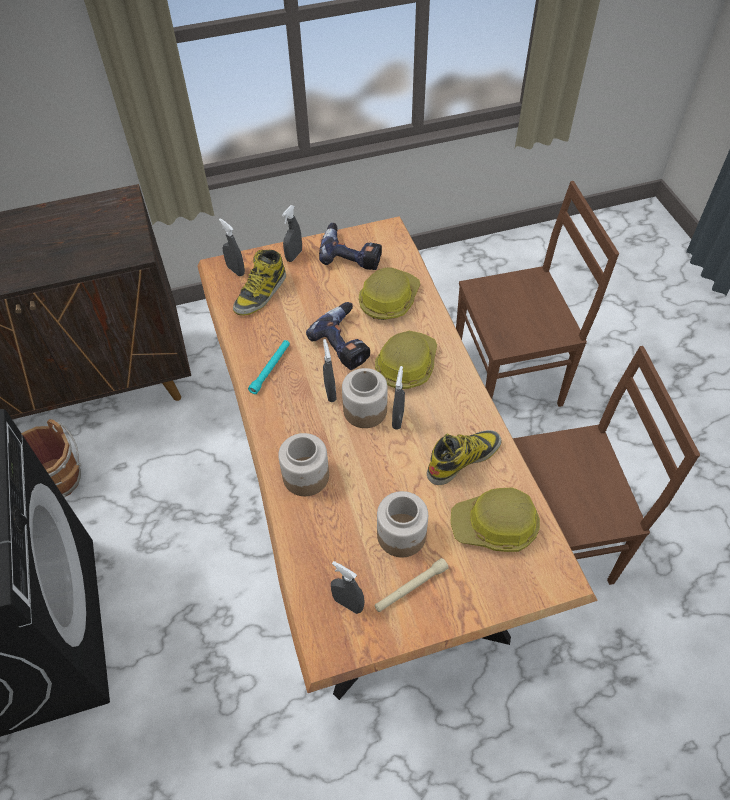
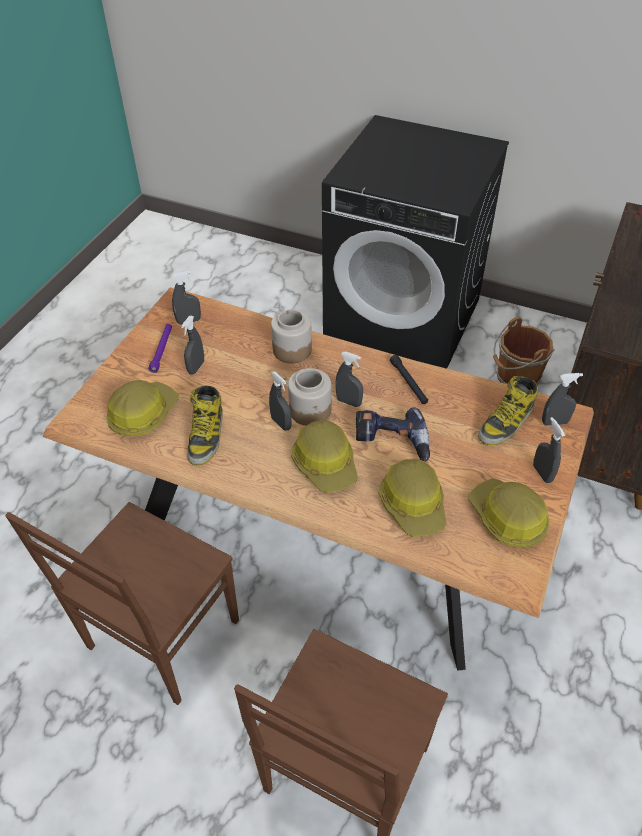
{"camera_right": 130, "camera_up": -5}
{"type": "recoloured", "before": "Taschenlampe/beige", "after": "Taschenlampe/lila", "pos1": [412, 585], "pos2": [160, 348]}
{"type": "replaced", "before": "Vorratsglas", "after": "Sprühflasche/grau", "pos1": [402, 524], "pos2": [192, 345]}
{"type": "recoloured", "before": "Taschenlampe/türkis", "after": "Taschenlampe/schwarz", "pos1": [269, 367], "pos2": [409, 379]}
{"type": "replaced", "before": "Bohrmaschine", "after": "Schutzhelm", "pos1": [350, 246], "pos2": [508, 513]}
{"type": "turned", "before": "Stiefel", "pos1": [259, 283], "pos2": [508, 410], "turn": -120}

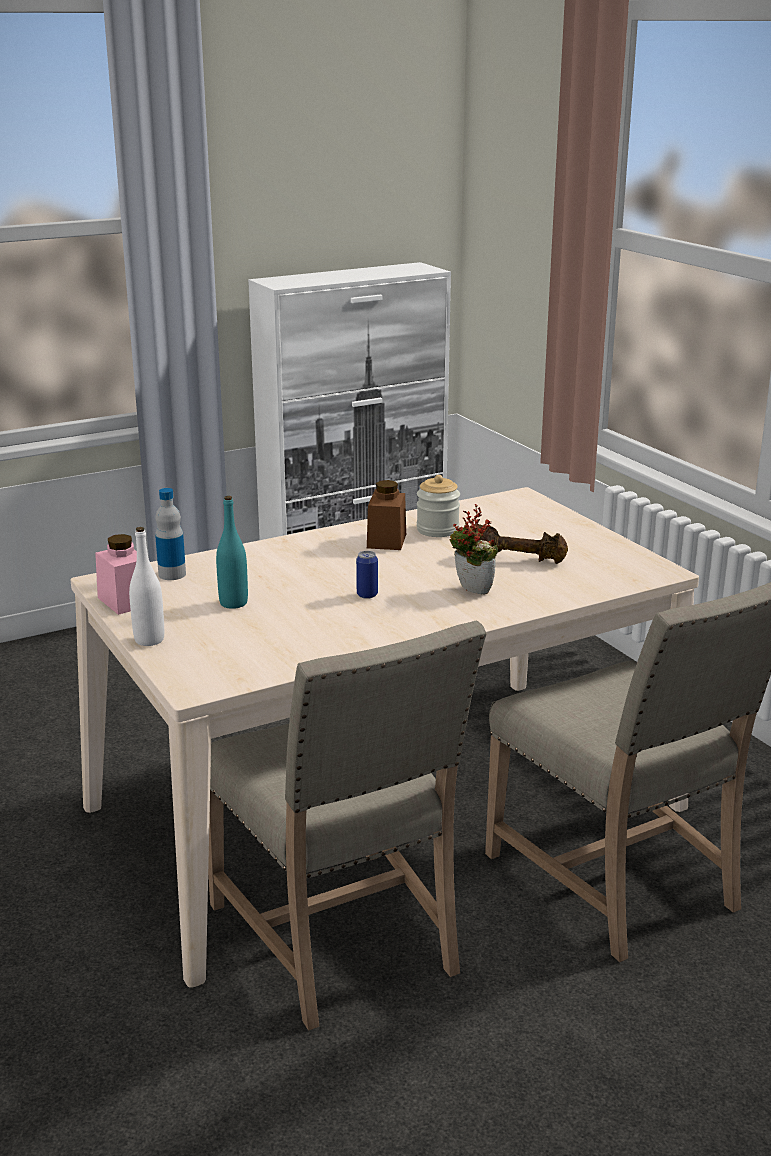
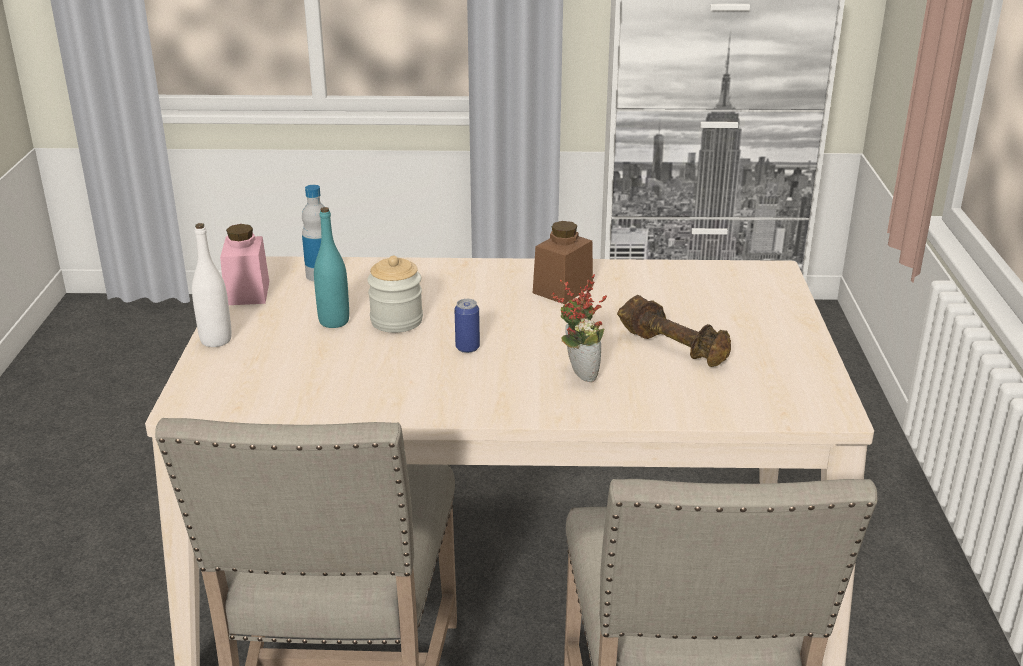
{"camera_right": 30, "camera_up": 5}
{"type": "moved", "before": "Vorratsglas", "pos1": [438, 506], "pos2": [395, 294]}

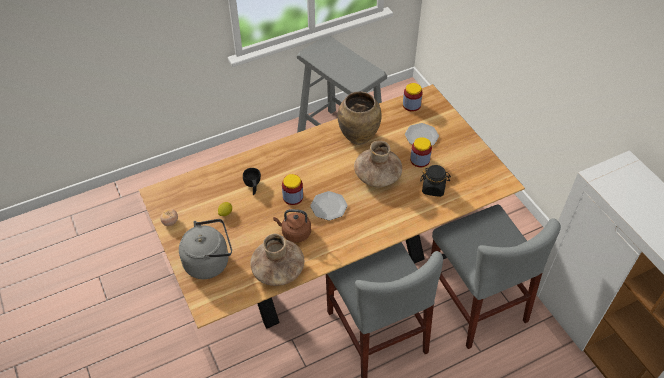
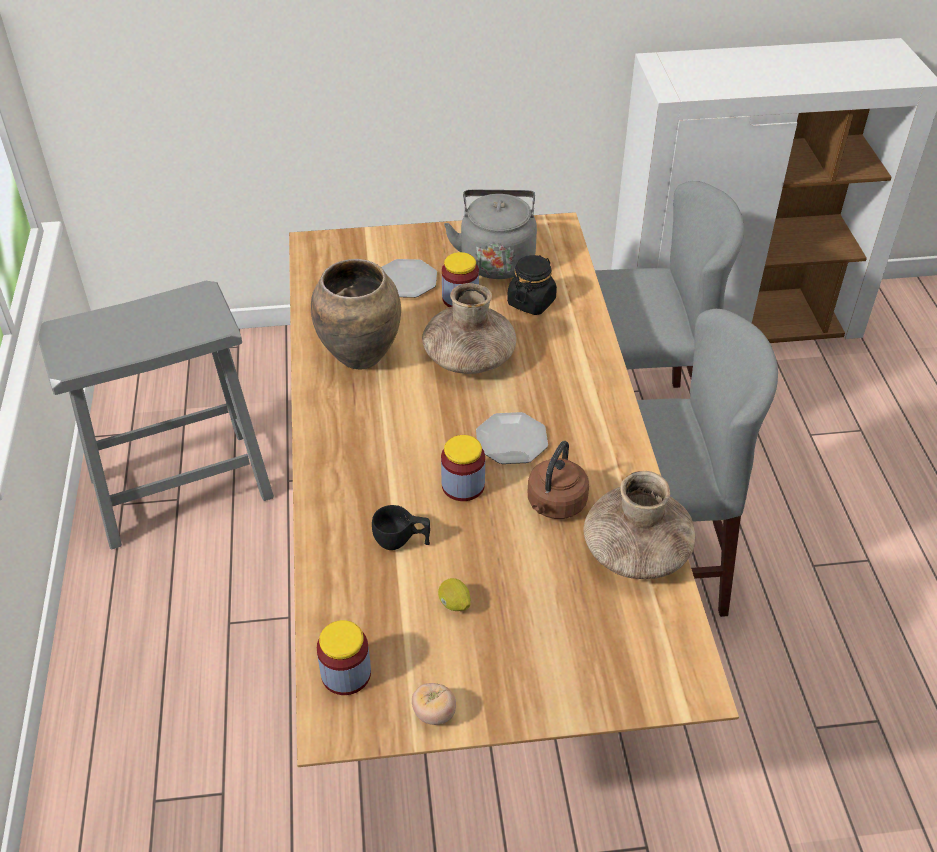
{"camera_right": -70, "camera_up": -5}
{"type": "moved", "before": "Vorratsglas", "pos1": [413, 97], "pos2": [344, 657]}
{"type": "moved", "before": "Wasserkessel/grau", "pos1": [205, 249], "pos2": [490, 234]}

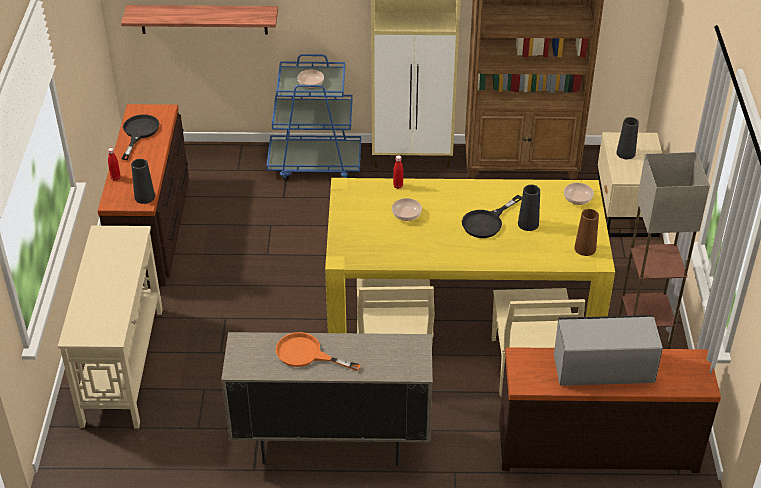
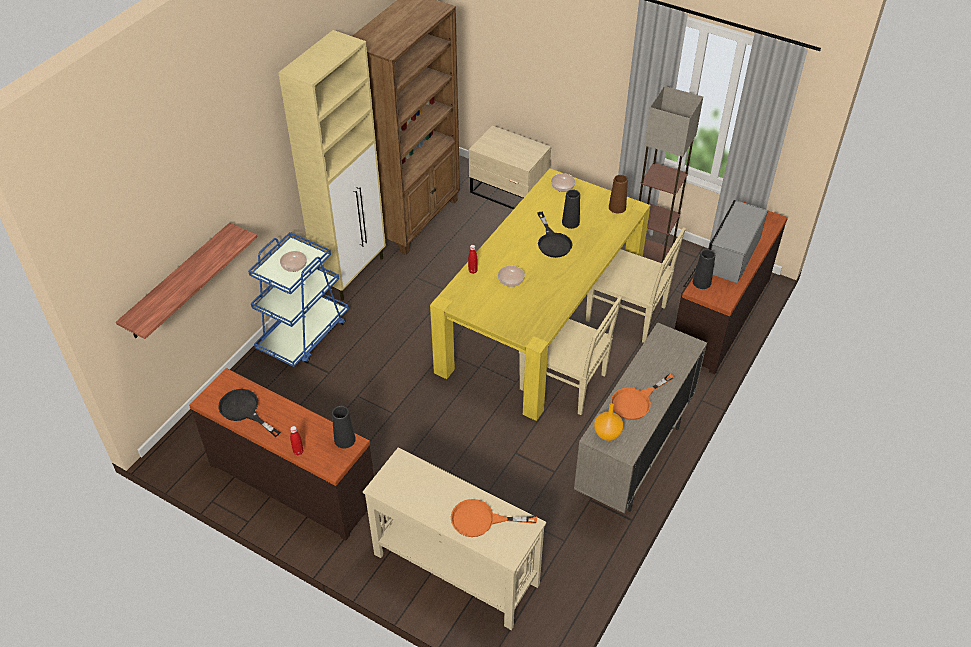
{"camera_right": -60, "camera_up": 5}
{"type": "added", "after": "Pfanne/orange", "pos2": [494, 518]}
{"type": "added", "after": "Vase/orange", "pos2": [608, 422]}
{"type": "moved", "before": "Vase/schwarz", "pos1": [627, 138], "pos2": [704, 269]}

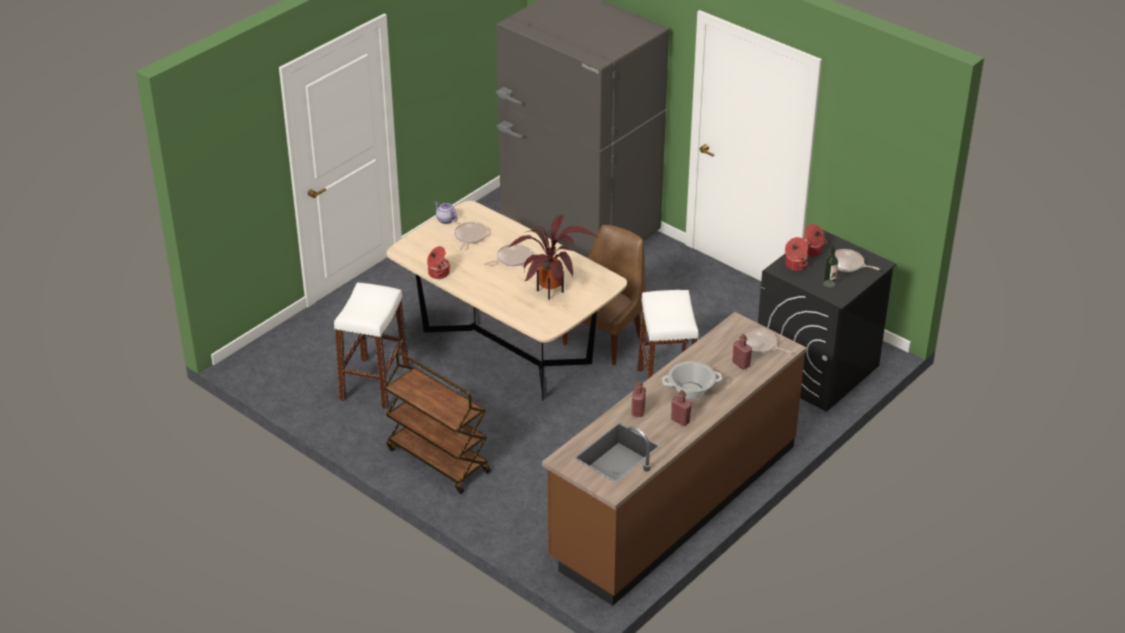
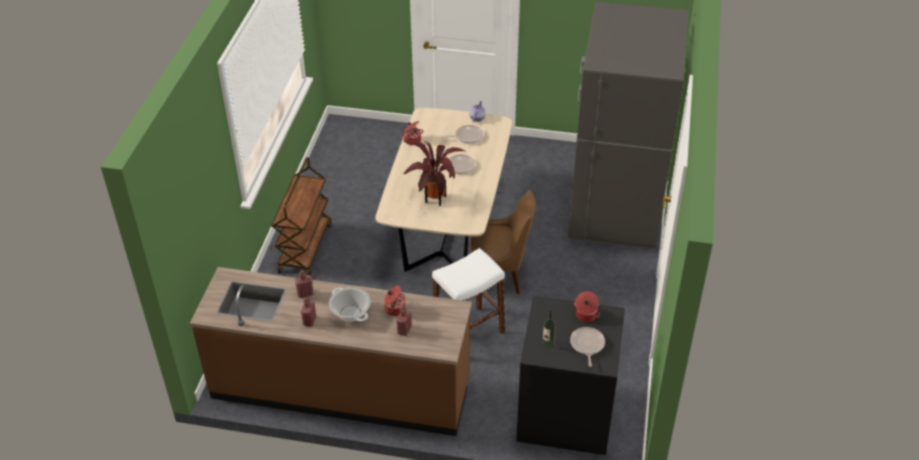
{"camera_right": 60, "camera_up": 5}
{"type": "moved", "before": "Kochtopf", "pos1": [796, 254], "pos2": [394, 301]}
{"type": "removed", "before": "Hocker/weiß", "pos1": [371, 346]}
{"type": "removed", "before": "Pfanne", "pos1": [766, 341]}

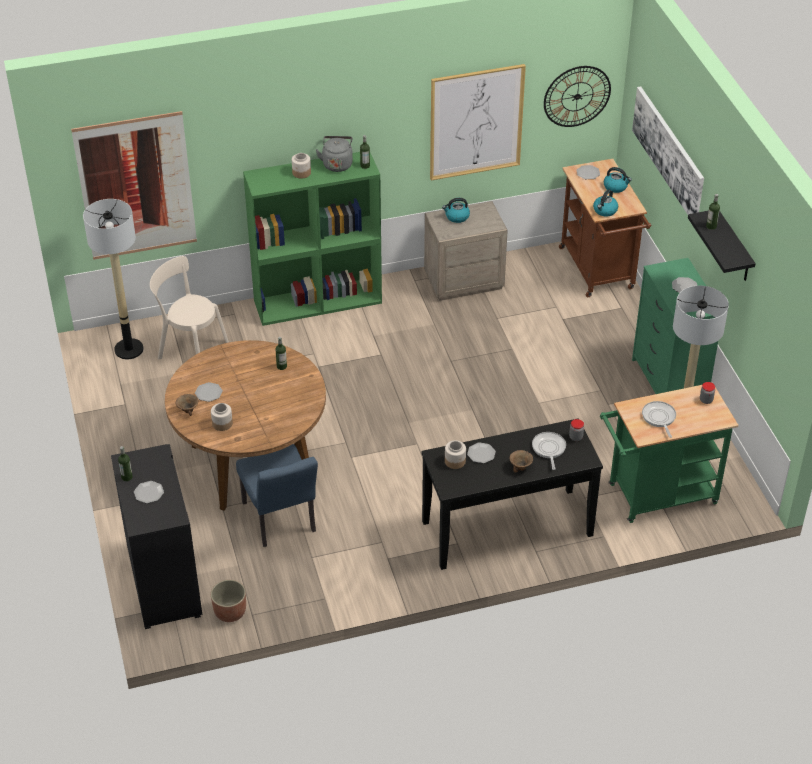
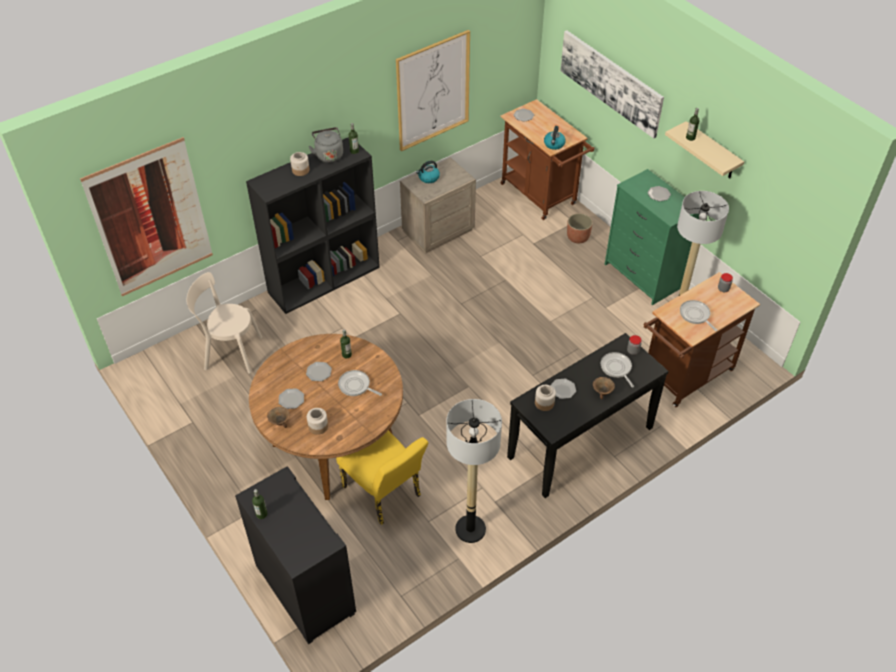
{"camera_right": -20, "camera_up": 5}
{"type": "recoloured", "before": "Bücherregal/grün", "after": "Bücherregal/schwarz", "pos1": [312, 239], "pos2": [313, 225]}
{"type": "moved", "before": "Teller", "pos1": [149, 492], "pos2": [319, 371]}
{"type": "recoloured", "before": "Stuhl/blau", "after": "Stuhl/gelb", "pos1": [277, 495], "pos2": [382, 477]}
{"type": "added", "after": "Pfanne", "pos2": [360, 383]}
{"type": "moved", "before": "Stehlampe", "pos1": [113, 279], "pos2": [474, 471]}
{"type": "moved", "before": "Pflanzkübel", "pos1": [228, 601], "pos2": [580, 228]}
{"type": "recoloured", "before": "Rollwagen/grün", "after": "Rollwagen/braun", "pos1": [669, 454], "pos2": [701, 339]}
{"type": "recoloured", "before": "Wandregal/schwarz", "after": "Wandregal/beige", "pos1": [722, 246], "pos2": [704, 149]}
{"type": "removed", "before": "Wanduhr", "pos1": [577, 96]}
{"type": "removed", "before": "Wasserkessel", "pos1": [618, 180]}

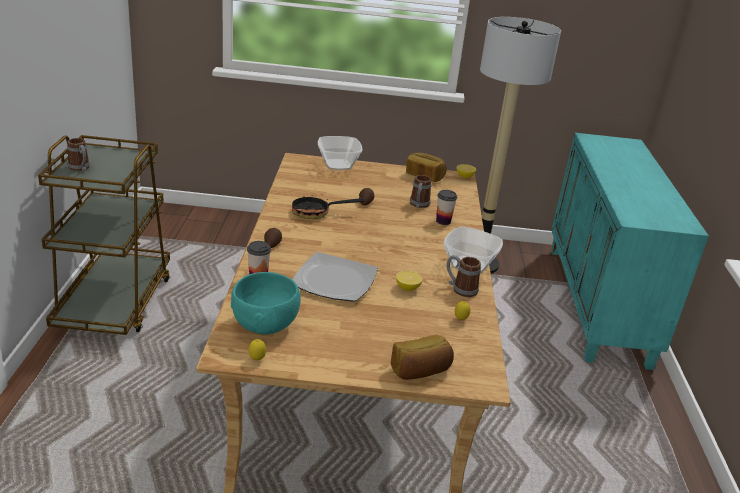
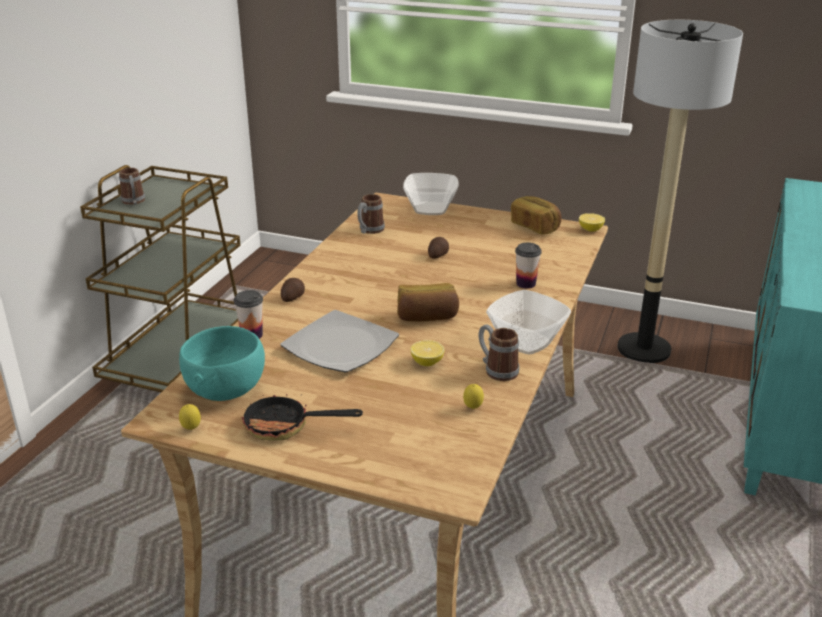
{"camera_right": 20, "camera_up": 0}
{"type": "moved", "before": "Pfanne", "pos1": [328, 207], "pos2": [302, 417]}
{"type": "moved", "before": "Henkelbecher", "pos1": [421, 191], "pos2": [371, 214]}
{"type": "moved", "before": "Brot", "pos1": [422, 357], "pos2": [428, 302]}

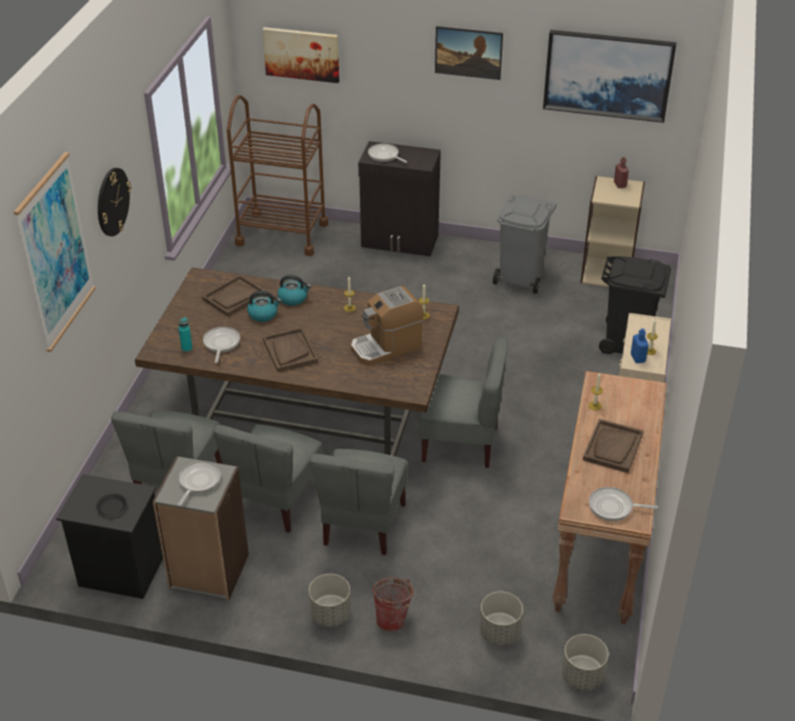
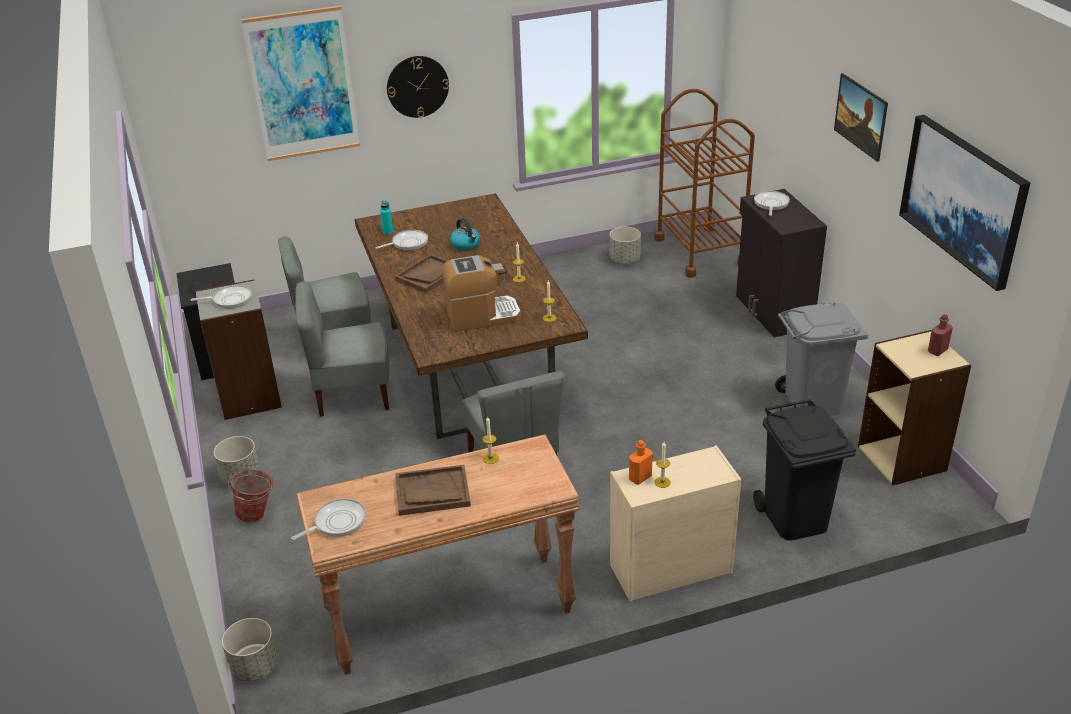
{"camera_right": 60, "camera_up": -5}
{"type": "turned", "before": "Pfanne", "pos1": [623, 504], "pos2": [328, 519], "turn": 75}
{"type": "turned", "before": "Kaffeemaschine", "pos1": [387, 326], "pos2": [481, 293], "turn": 135}
{"type": "moved", "before": "Pflanzkübel/grau", "pos1": [501, 619], "pos2": [625, 245]}
{"type": "recoloured", "before": "Flasche/blau", "after": "Flasche/orange", "pos1": [640, 346], "pos2": [641, 462]}
{"type": "removed", "before": "Tablett/braun", "pos1": [234, 296]}
{"type": "removed", "before": "Bild", "pos1": [300, 55]}
{"type": "removed", "before": "Wasserkessel", "pos1": [294, 290]}
{"type": "removed", "before": "Stuhl/grau", "pos1": [359, 502]}

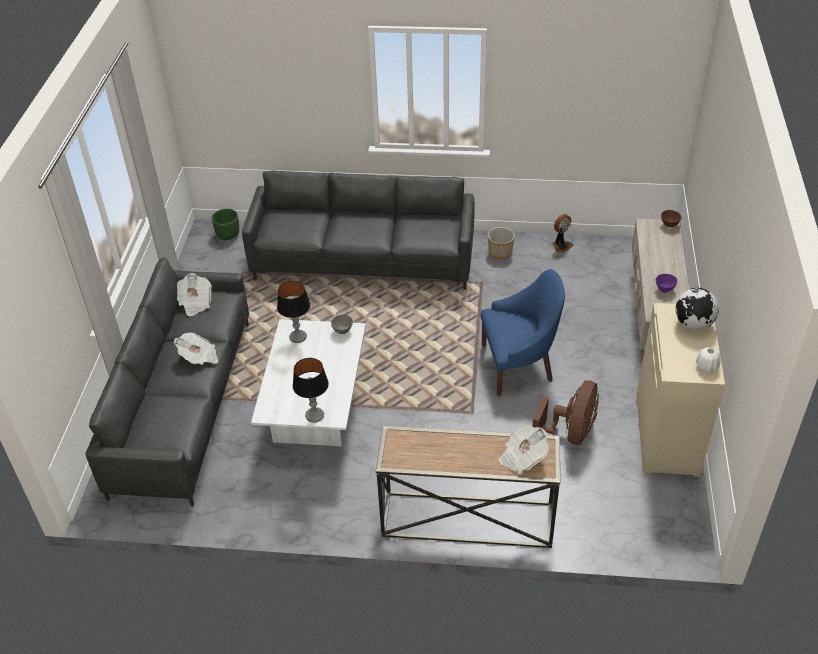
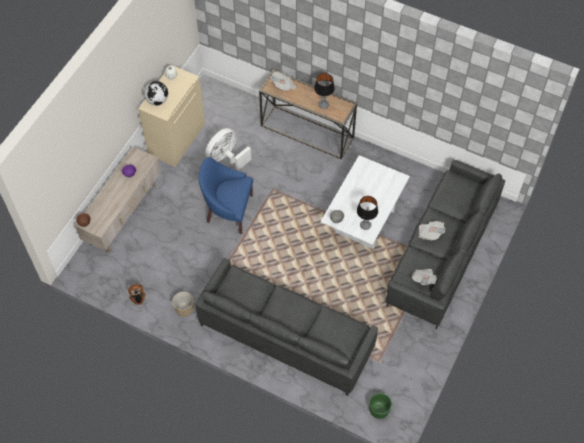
{"camera_right": -160, "camera_up": 15}
{"type": "recoloured", "before": "Ventilator/braun", "after": "Ventilator/weiß", "pos1": [565, 412], "pos2": [228, 149]}
{"type": "moved", "before": "Tischlampe", "pos1": [311, 390], "pos2": [324, 91]}

